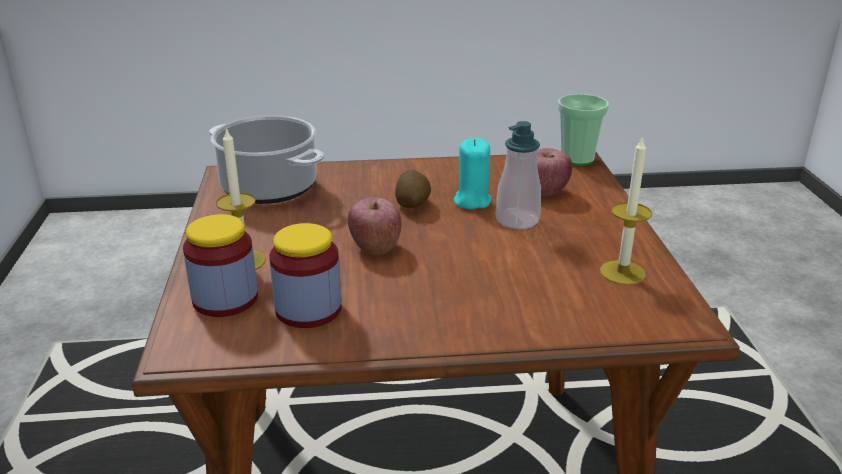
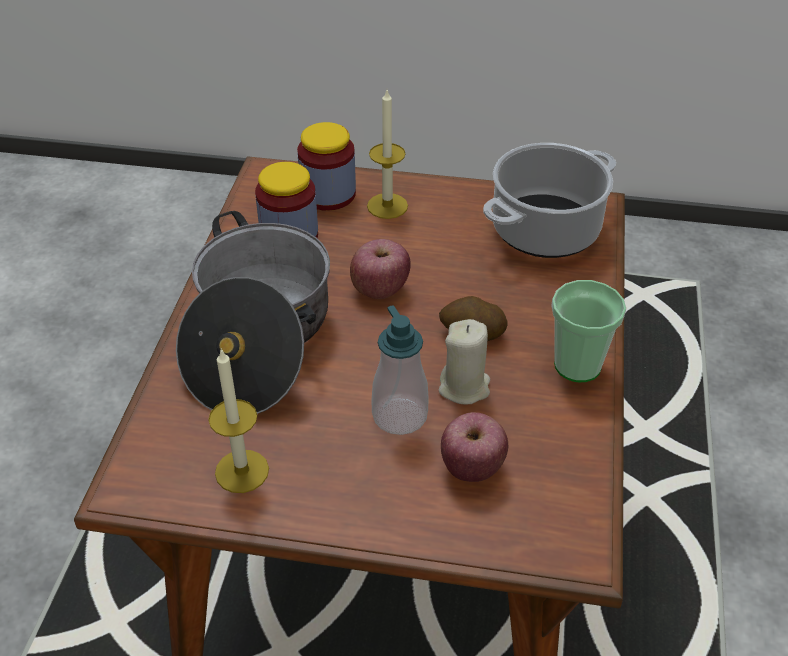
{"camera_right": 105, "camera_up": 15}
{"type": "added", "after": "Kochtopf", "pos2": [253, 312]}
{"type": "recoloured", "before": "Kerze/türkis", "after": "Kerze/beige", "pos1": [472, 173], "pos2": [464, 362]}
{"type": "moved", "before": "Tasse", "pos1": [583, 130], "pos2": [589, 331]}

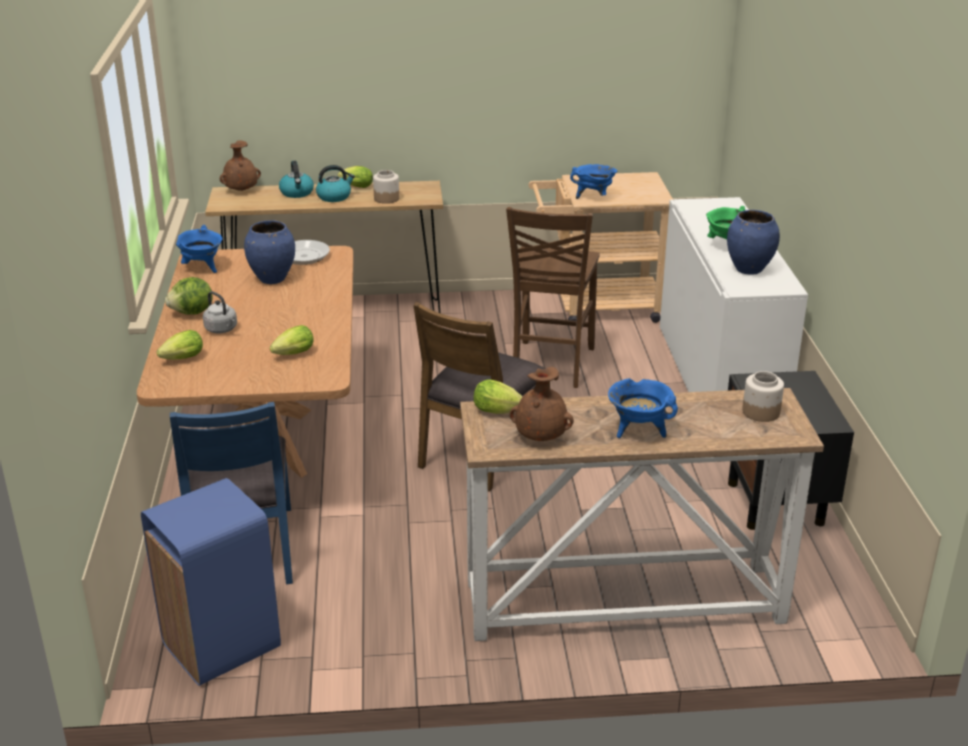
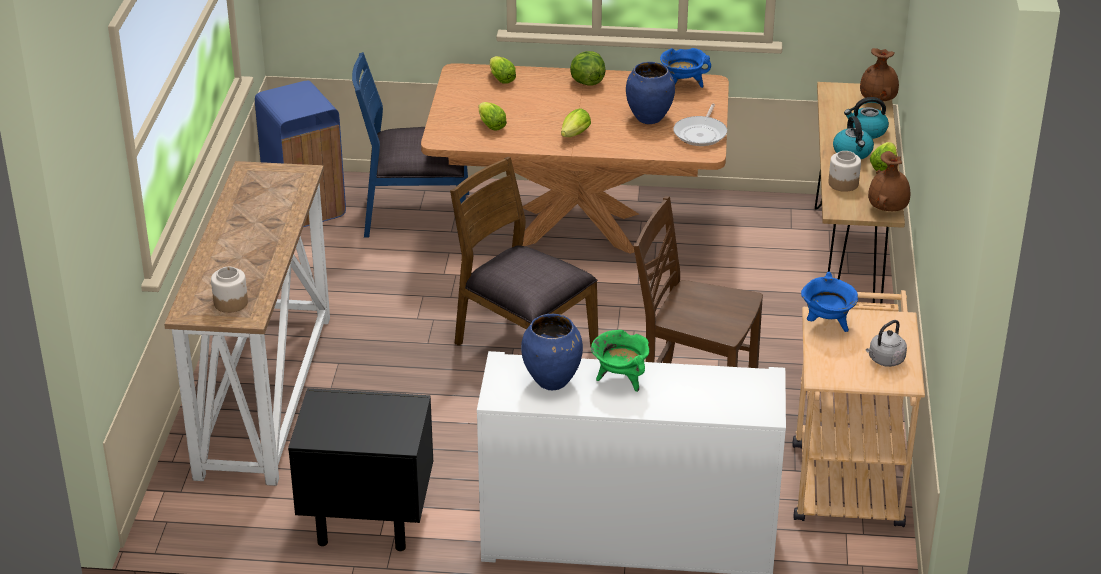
{"camera_right": 100, "camera_up": 5}
{"type": "moved", "before": "Salatkopf", "pos1": [498, 396], "pos2": [576, 122]}
{"type": "moved", "before": "Wasserkessel/grau", "pos1": [220, 312], "pos2": [886, 343]}
{"type": "moved", "before": "Vase/braun", "pos1": [542, 404], "pos2": [889, 181]}
{"type": "removed", "before": "Kochtopf/blau", "pos1": [643, 408]}

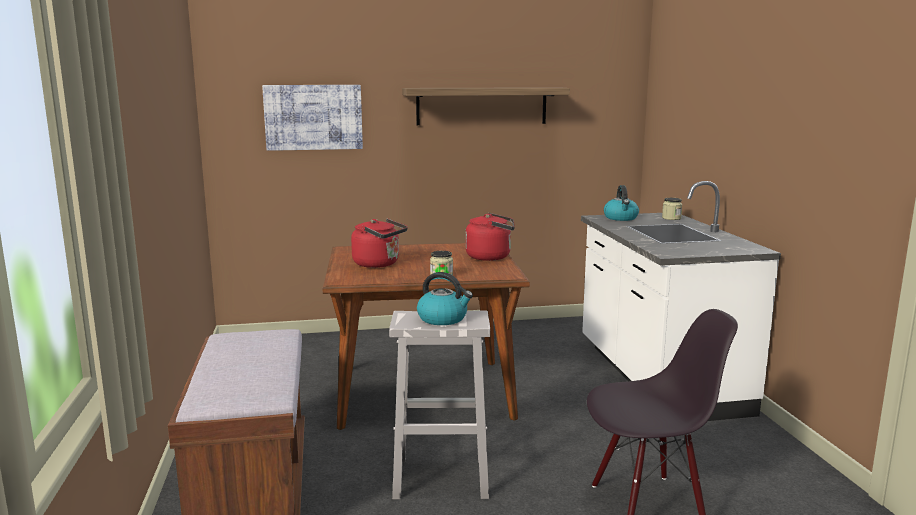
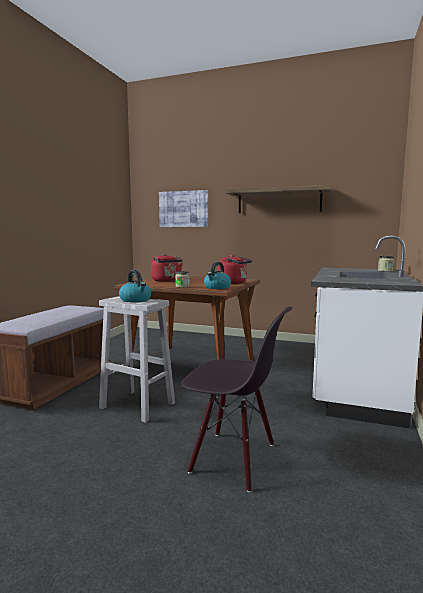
{"camera_right": 30, "camera_up": -5}
{"type": "moved", "before": "Wasserkessel", "pos1": [621, 203], "pos2": [217, 275]}

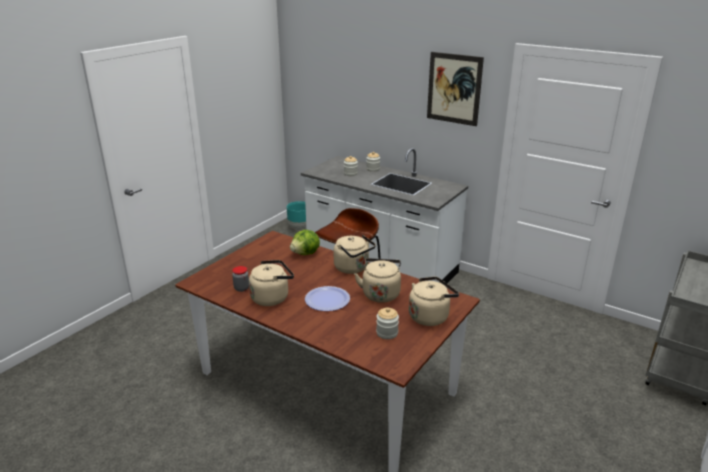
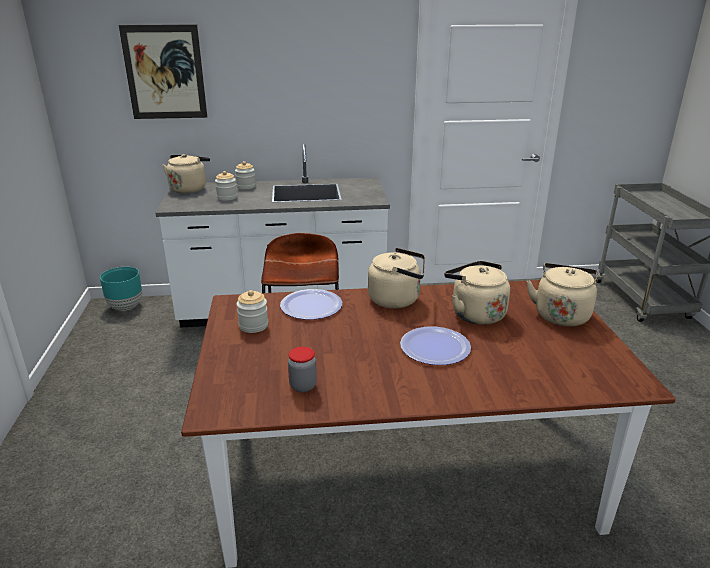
{"camera_right": -40, "camera_up": 0}
{"type": "moved", "before": "Bild", "pos1": [455, 89], "pos2": [163, 72]}
{"type": "moved", "before": "Wasserkessel/beige", "pos1": [271, 283], "pos2": [186, 173]}
{"type": "moved", "before": "Vorratsglas", "pos1": [387, 323], "pos2": [252, 311]}
{"type": "replaced", "before": "Salatkopf", "after": "Teller", "pos1": [305, 242], "pos2": [311, 304]}

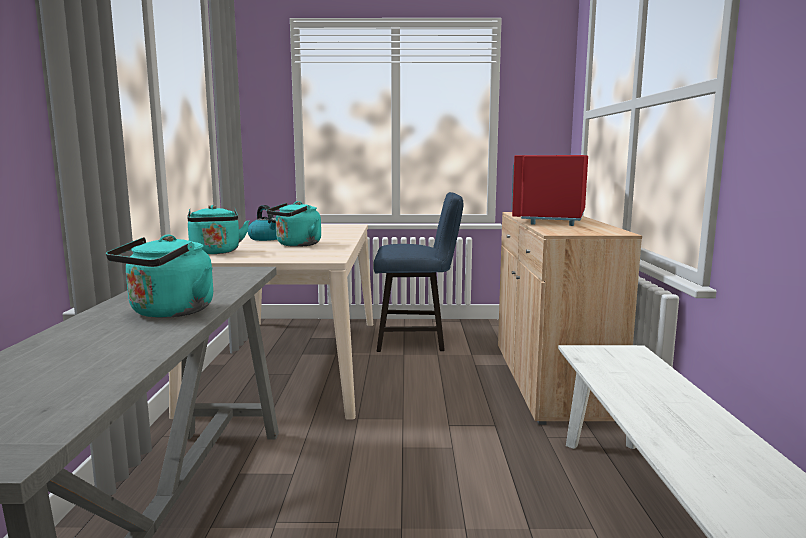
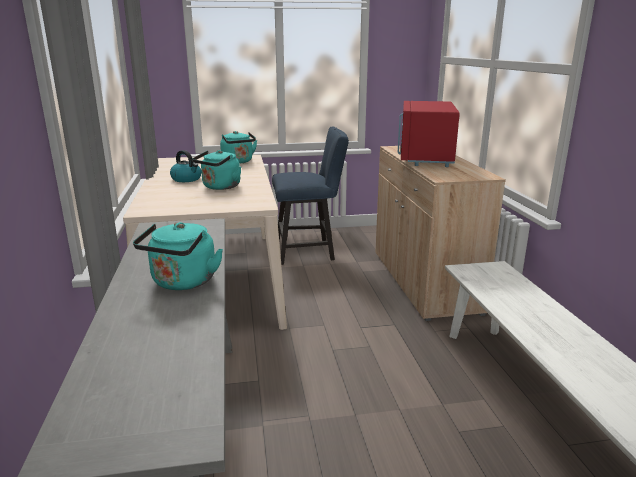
{"camera_right": -10, "camera_up": 10}
{"type": "moved", "before": "Wasserkessel/türkis", "pos1": [218, 229], "pos2": [238, 147]}

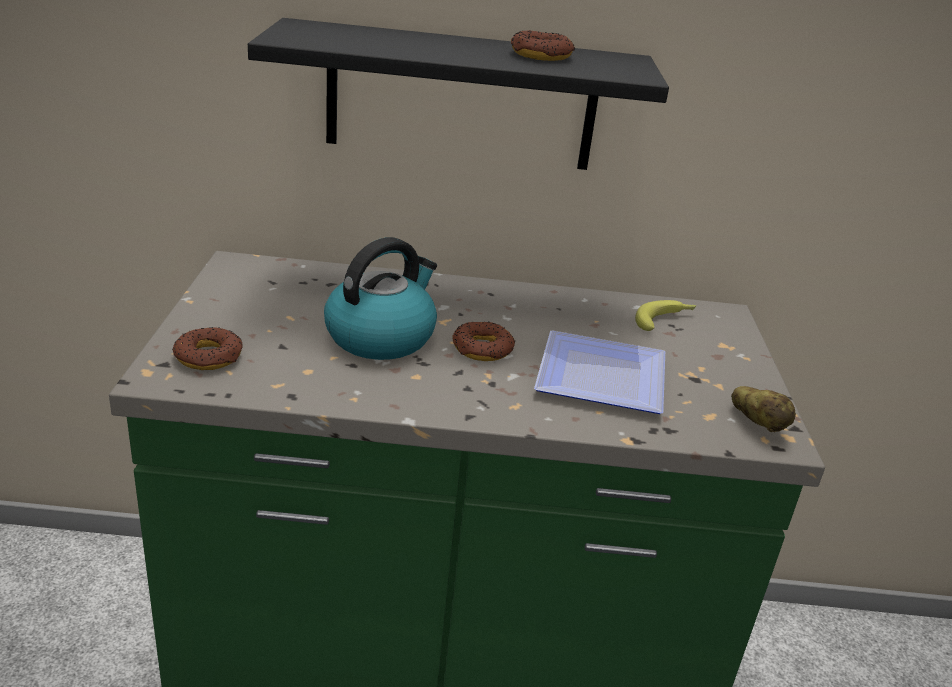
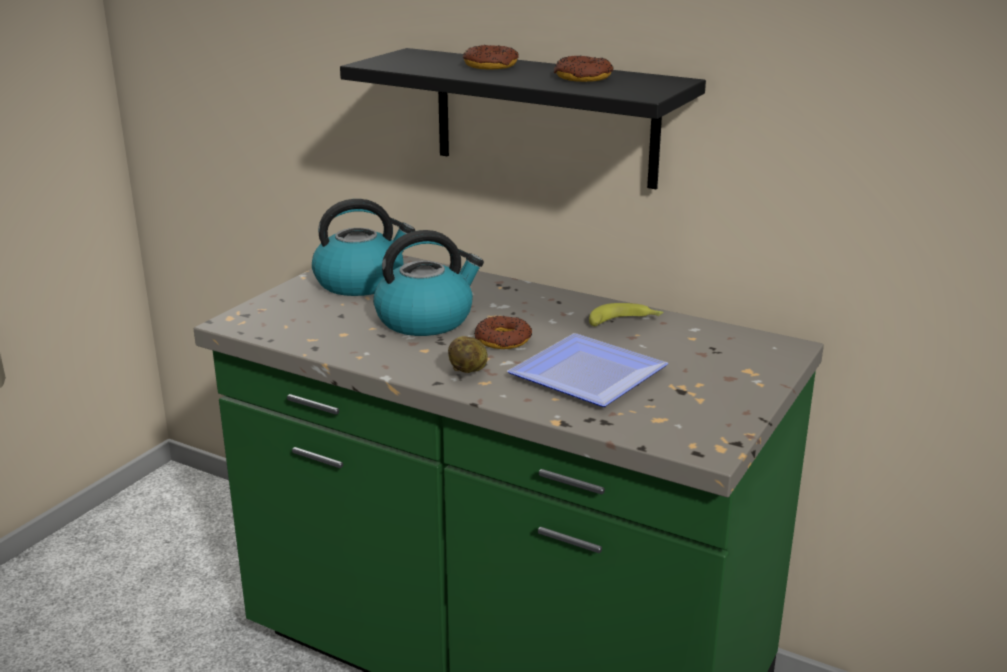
{"camera_right": 30, "camera_up": -5}
{"type": "added", "after": "Wasserkessel", "pos2": [363, 247]}
{"type": "moved", "before": "Kartoffel", "pos1": [763, 409], "pos2": [468, 354]}
{"type": "moved", "before": "Donut", "pos1": [207, 348], "pos2": [491, 57]}
{"type": "moved", "before": "Banane", "pos1": [665, 315], "pos2": [626, 314]}

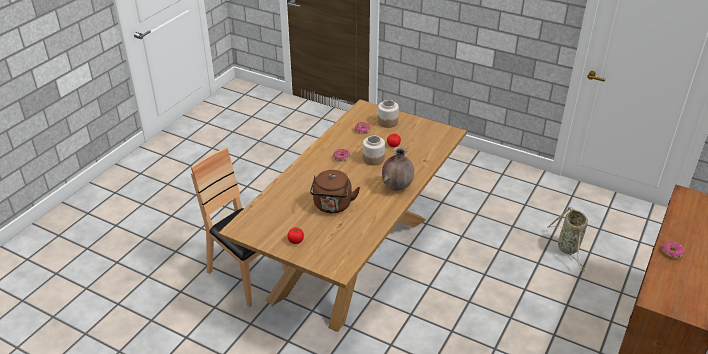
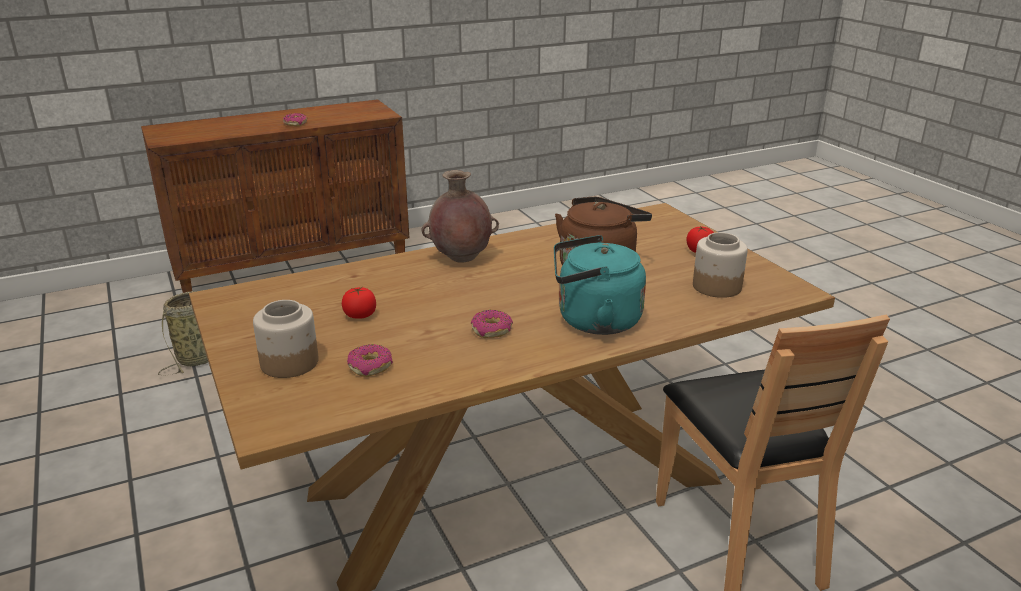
{"camera_right": -145, "camera_up": -10}
{"type": "added", "after": "Wasserkessel/türkis", "pos2": [600, 285]}
{"type": "moved", "before": "Vorratsglas", "pos1": [374, 150], "pos2": [720, 265]}

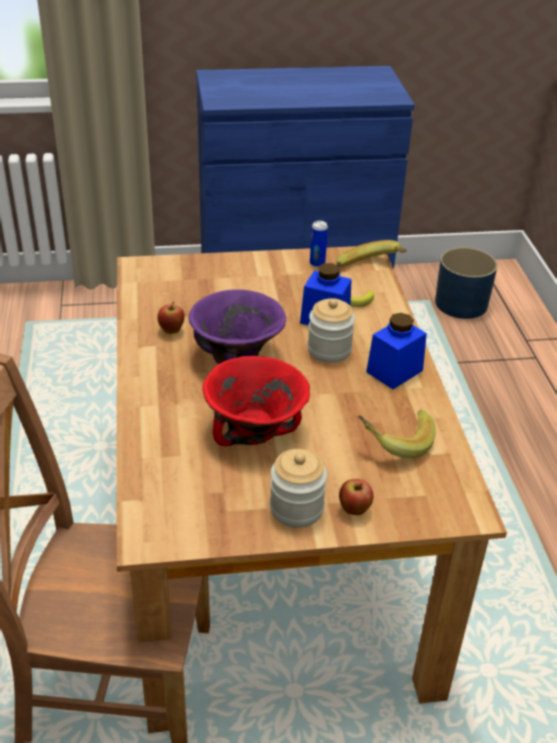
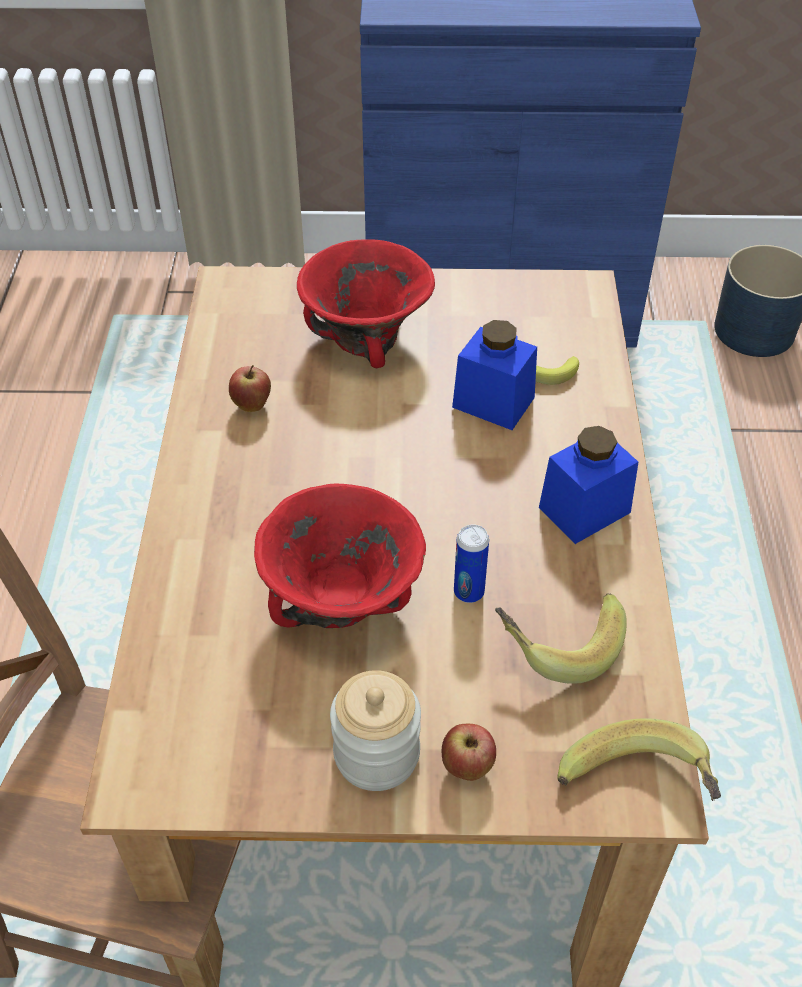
{"camera_right": 10, "camera_up": 10}
{"type": "added", "after": "Schüssel/rot", "pos2": [366, 303]}
{"type": "moved", "before": "Dose", "pos1": [319, 243], "pos2": [471, 564]}
{"type": "moved", "before": "Banane", "pos1": [371, 253], "pos2": [639, 759]}
{"type": "removed", "before": "Schüssel/lila", "pos1": [237, 326]}
{"type": "removed", "before": "Vorratsglas", "pos1": [331, 330]}

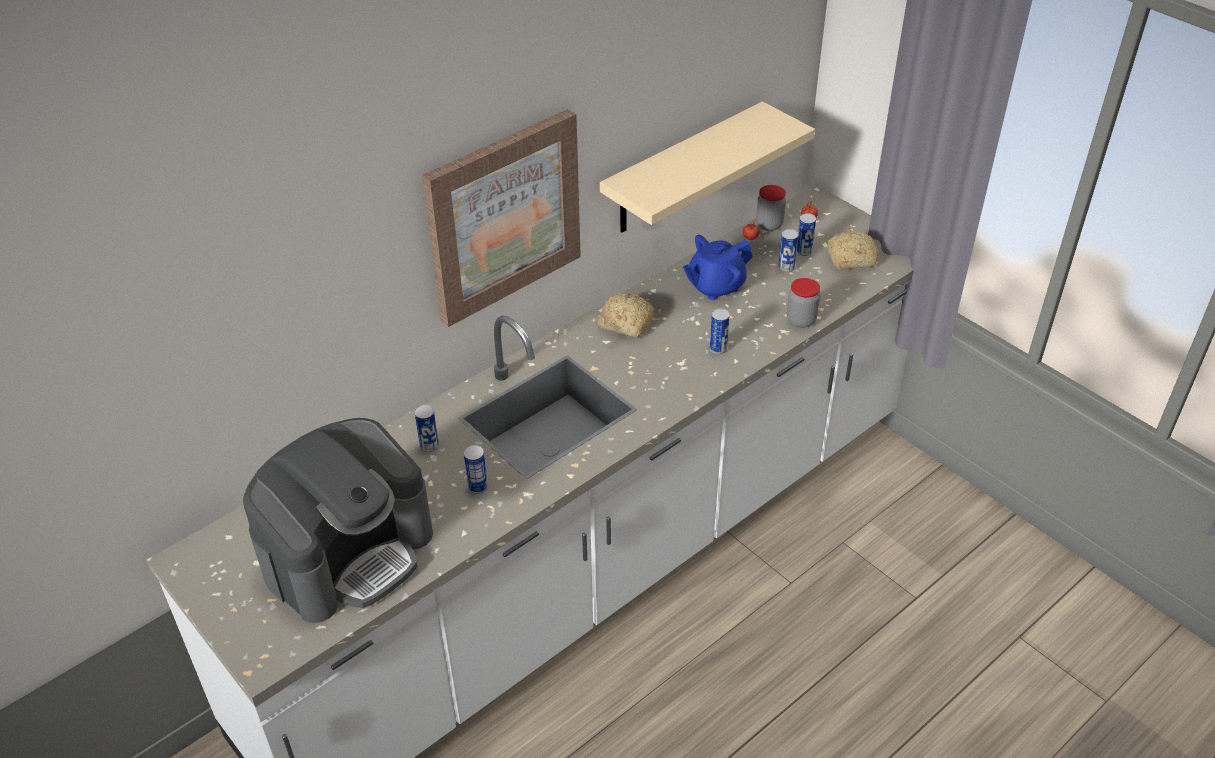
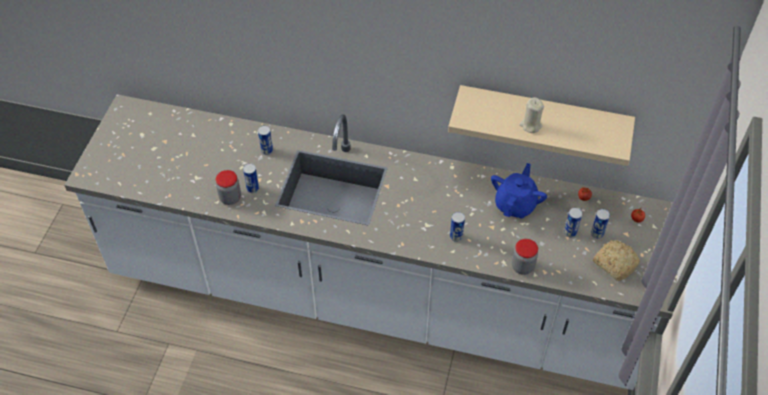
{"camera_right": 55, "camera_up": 10}
{"type": "moved", "before": "Vorratsglas", "pos1": [771, 208], "pos2": [228, 187]}
{"type": "turned", "before": "Teekanne/blau", "pos1": [717, 267], "pos2": [519, 191], "turn": 90}
{"type": "added", "after": "Kerze/beige", "pos2": [531, 115]}
{"type": "removed", "before": "Kaffeemaschine", "pos1": [338, 520]}
{"type": "removed", "before": "Bild", "pos1": [501, 218]}
{"type": "removed", "before": "Brot", "pos1": [626, 315]}

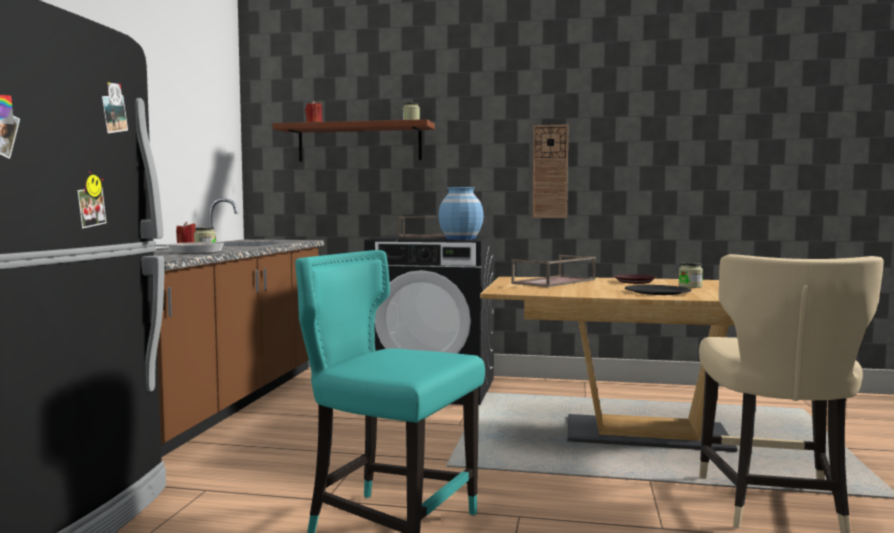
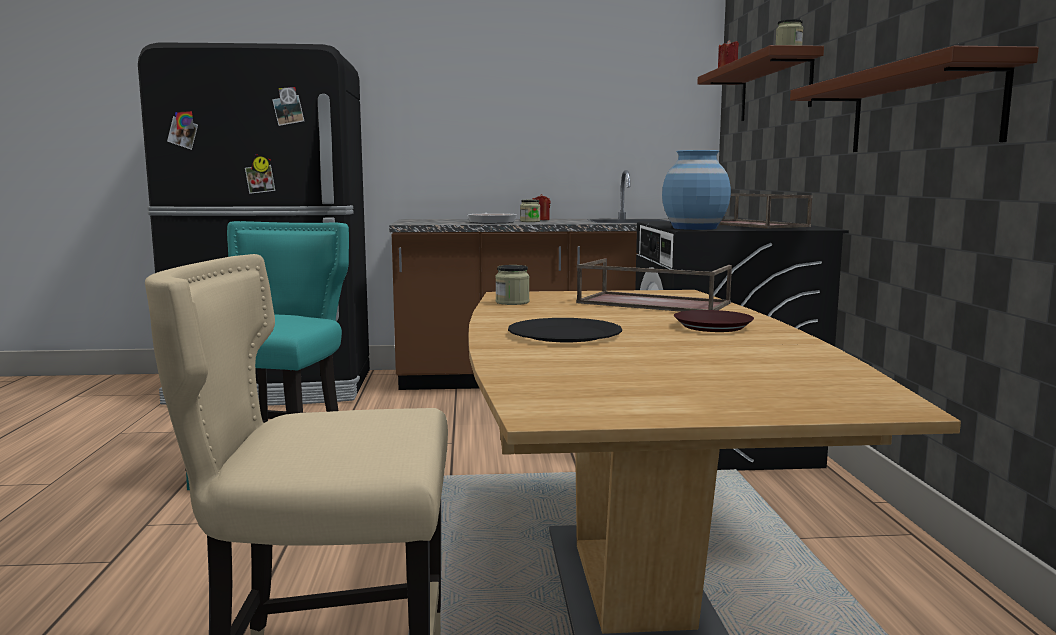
{"camera_right": 75, "camera_up": 5}
{"type": "moved", "before": "Vorratsglas", "pos1": [691, 275], "pos2": [512, 285]}
{"type": "replaced", "before": "Wanduhr", "after": "Wandregal/braun", "pos1": [550, 171], "pos2": [914, 99]}

